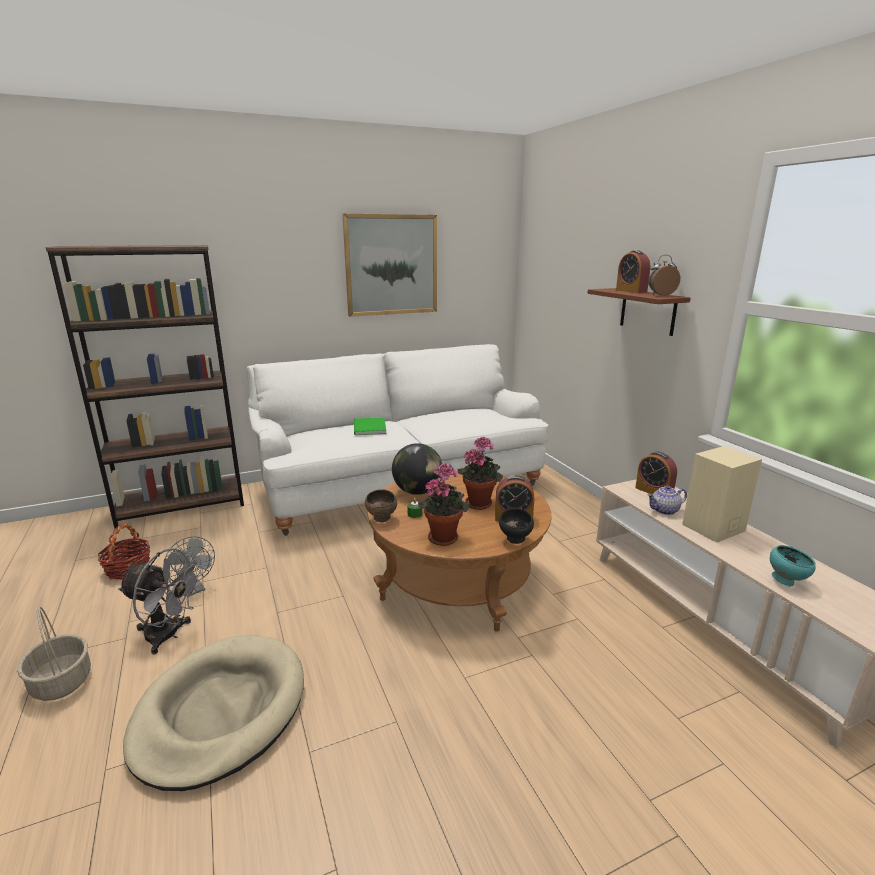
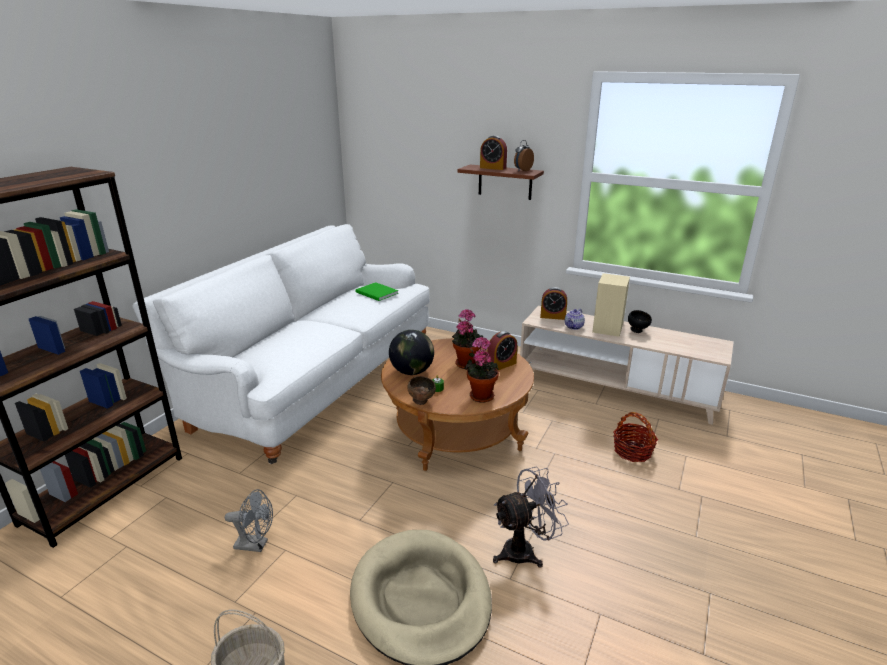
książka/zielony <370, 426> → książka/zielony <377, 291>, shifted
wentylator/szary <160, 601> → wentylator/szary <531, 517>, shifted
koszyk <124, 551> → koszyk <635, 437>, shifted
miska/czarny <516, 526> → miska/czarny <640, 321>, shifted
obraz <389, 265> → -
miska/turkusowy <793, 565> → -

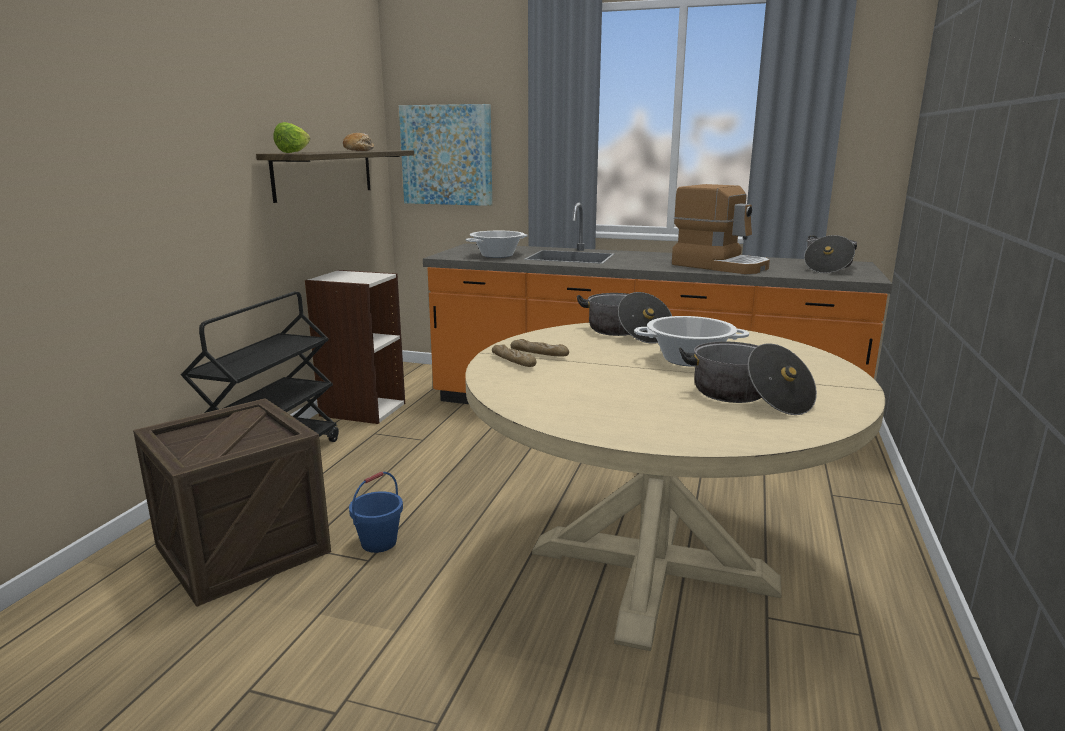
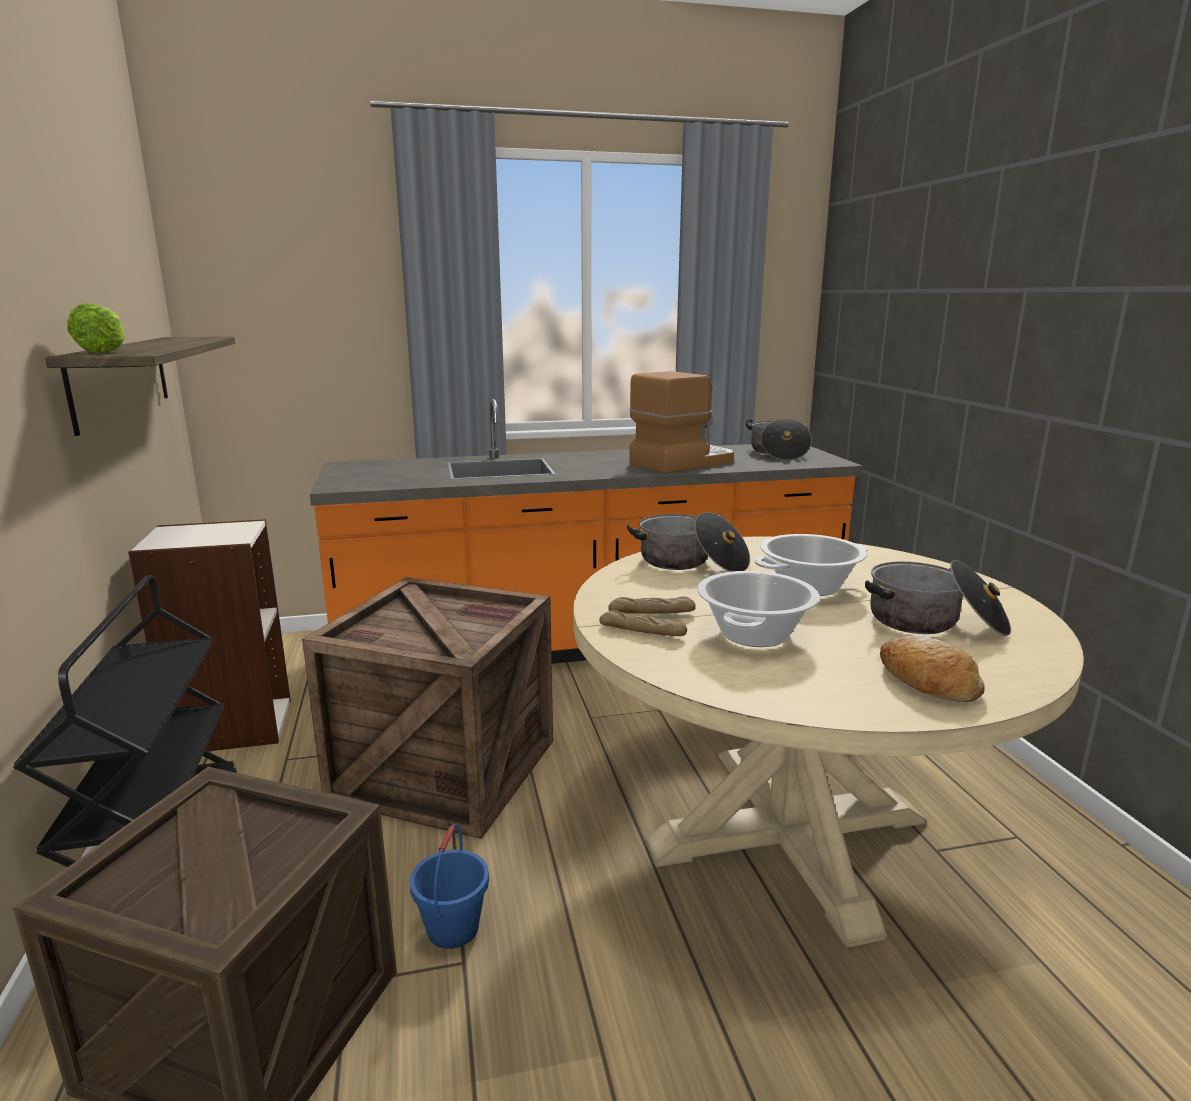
- → skrzynka <427, 708>
ekspres do kawy <721, 229> → ekspres do kawy <681, 422>, 45 degrees counterclockwise
garnek <497, 244> → garnek <758, 609>, shifted
chleb <358, 142> → chleb <932, 669>, shifted
obraz <445, 155> → -

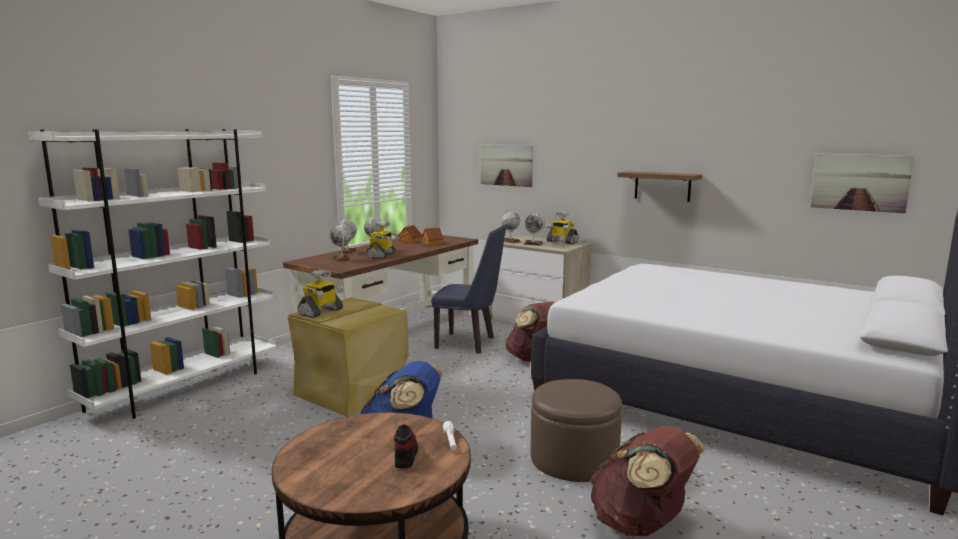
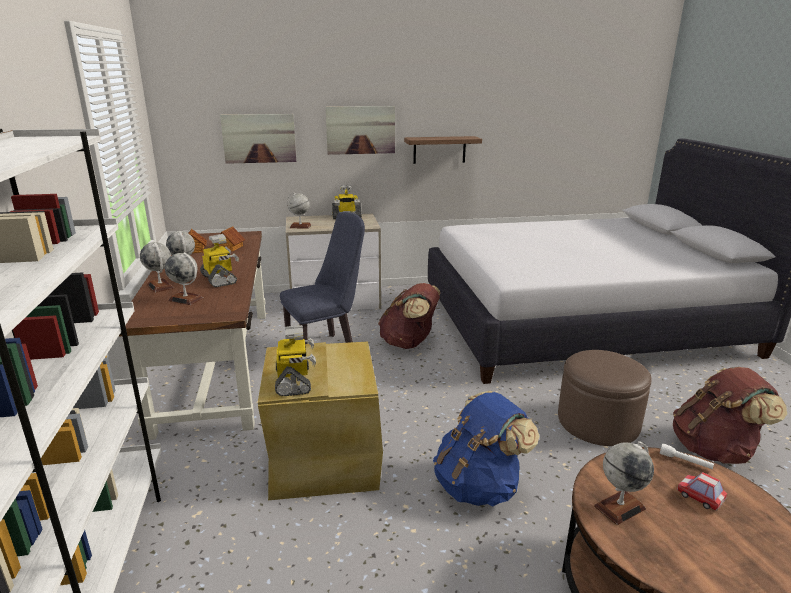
obraz <862, 183> → obraz <360, 130>, shifted
globus <534, 229> → globus <624, 483>, shifted
but <406, 446> → samochodzik <702, 491>

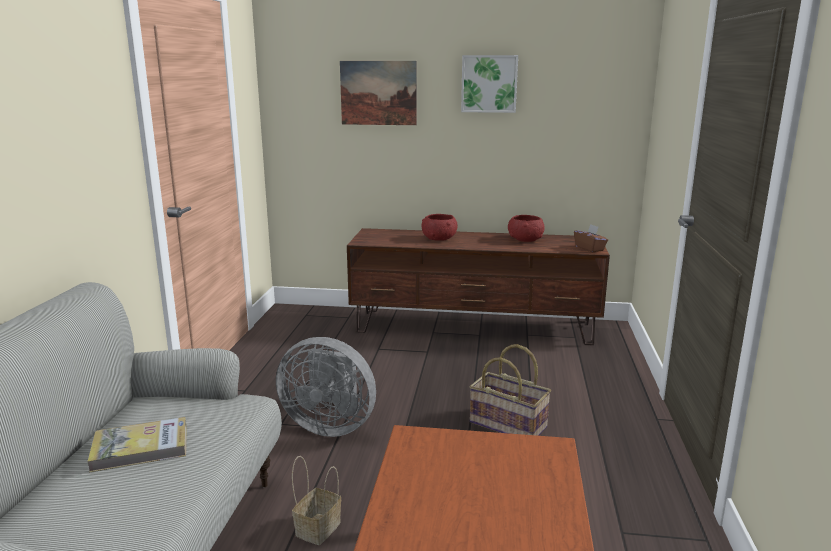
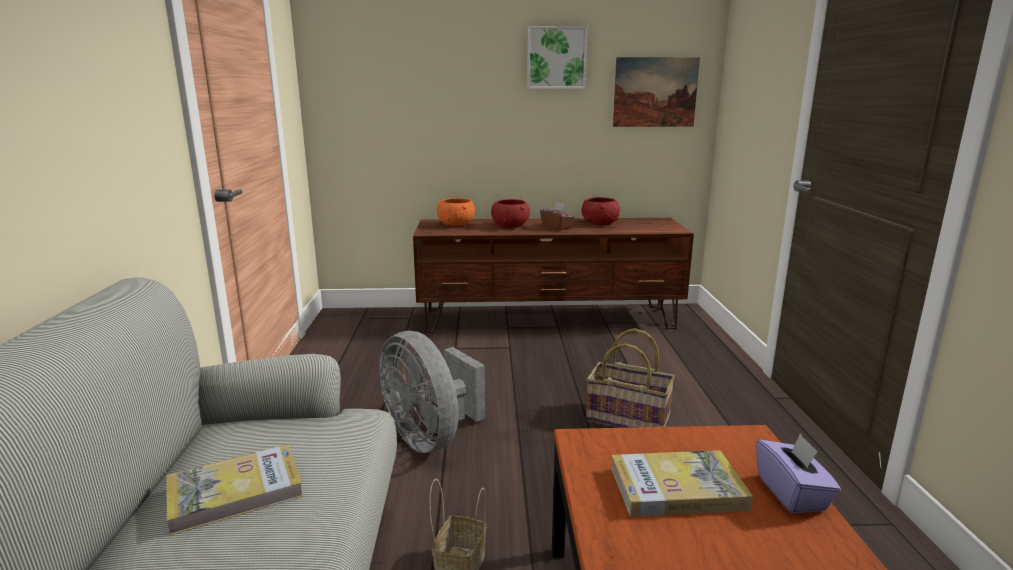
wentylator/szary <326, 387> → wentylator/szary <432, 392>, 45 degrees clockwise
- → miska/pomarańczowy <456, 212>
pudełko chusteczek/brązowy <591, 238> → pudełko chusteczek/brązowy <557, 216>, shifted
- → książka <682, 483>
obraz <378, 93> → obraz <656, 92>, shifted
- → pudełko chusteczek/fioletowy <798, 473>

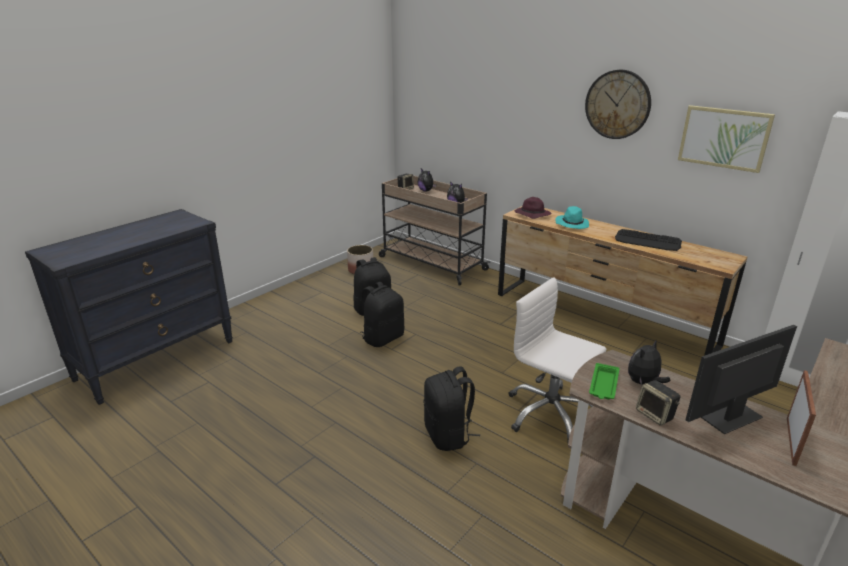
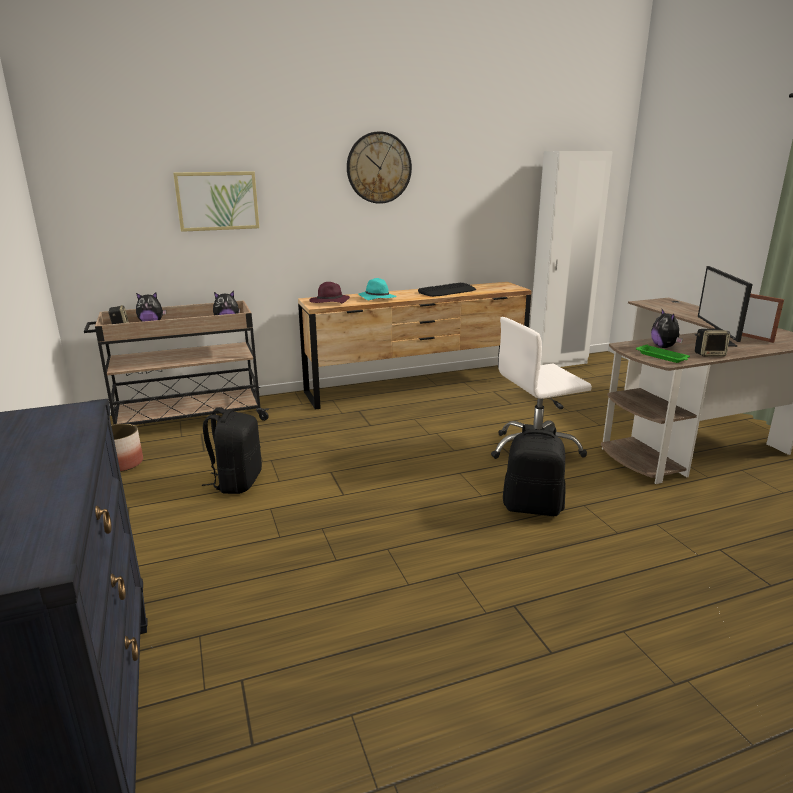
obraz <726, 139> → obraz <216, 201>, shifted
plecak/czarny <382, 314> → -

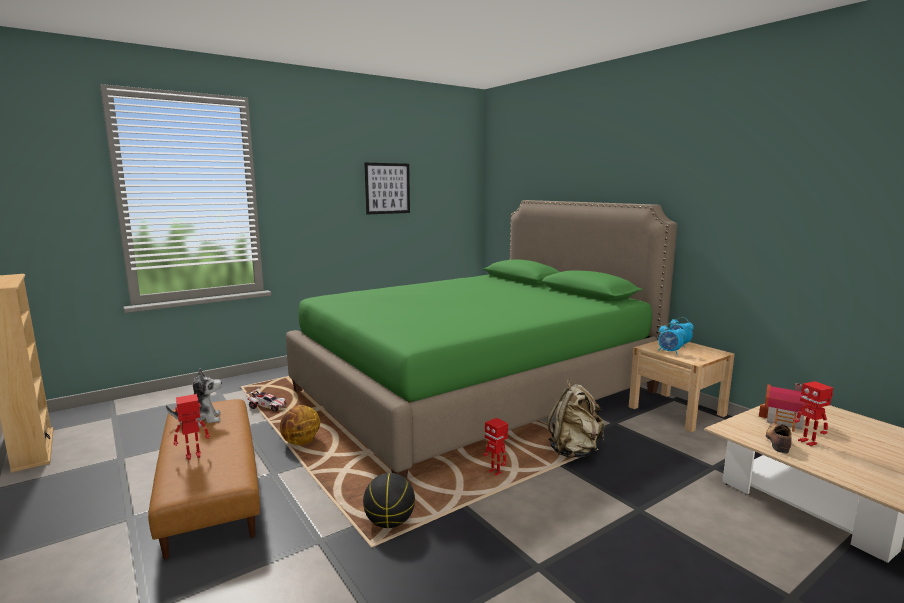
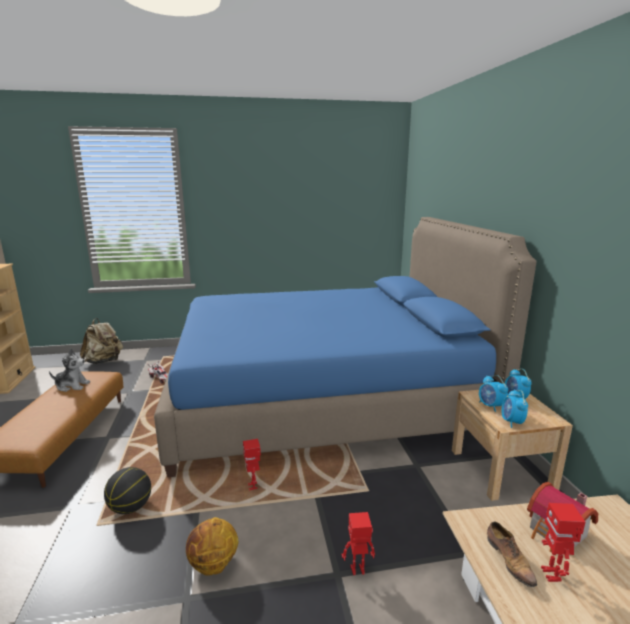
plecak/beżowy <576, 418> → plecak/beżowy <101, 341>, shifted
łóżko/zielony <481, 339> → łóżko/niebieski <345, 347>
piłka do koszykówki <300, 425> → piłka do koszykówki <212, 546>, shifted
robot zabawkowy <191, 427> → robot zabawkowy <358, 543>, shifted
but <779, 438> → but <512, 554>, 120 degrees clockwise
- → budzik <514, 408>
obraz <387, 189> → -

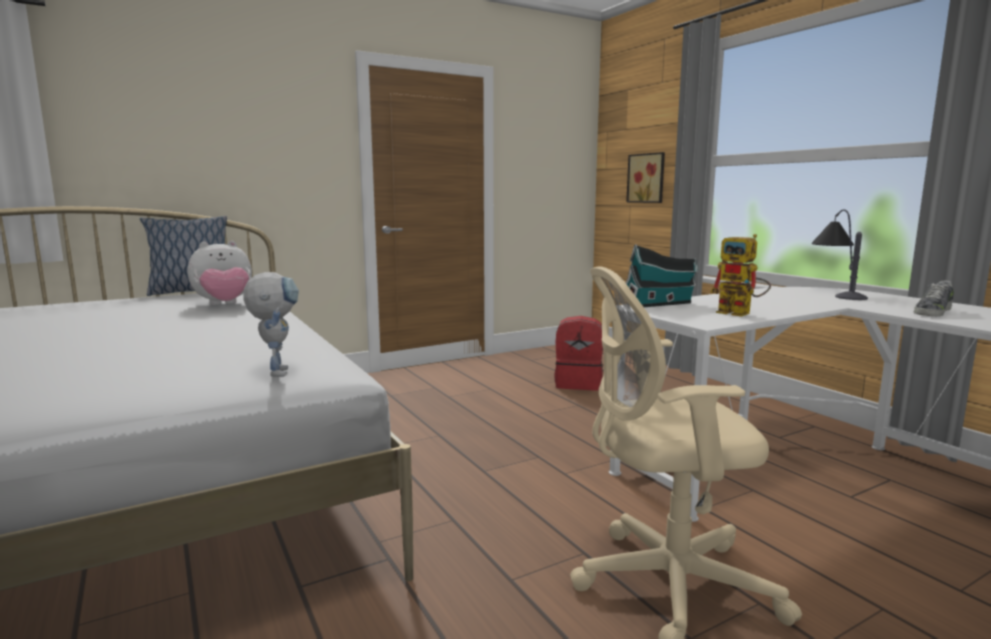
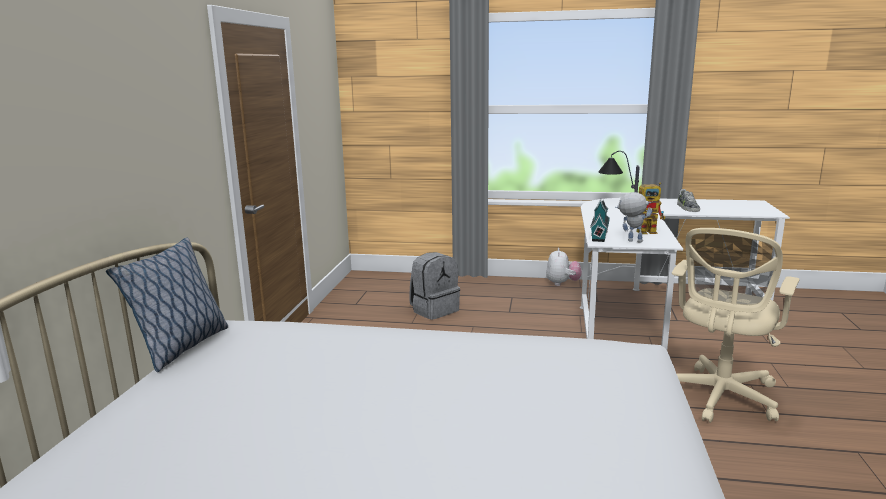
plecak/czerwony <578, 353> → plecak/szary <434, 286>
pluszak <220, 273> → pluszak <564, 267>, shifted
robot zabawkowy <271, 324> → robot zabawkowy <633, 217>, shifted
obraz <645, 177> → -

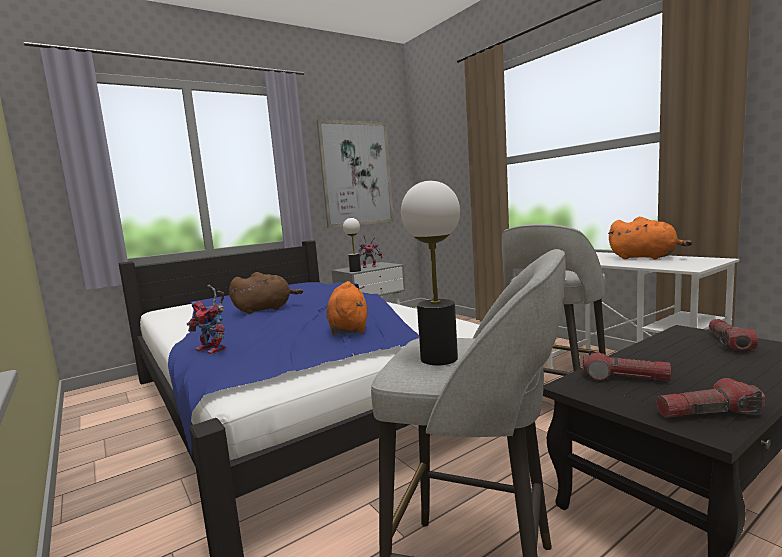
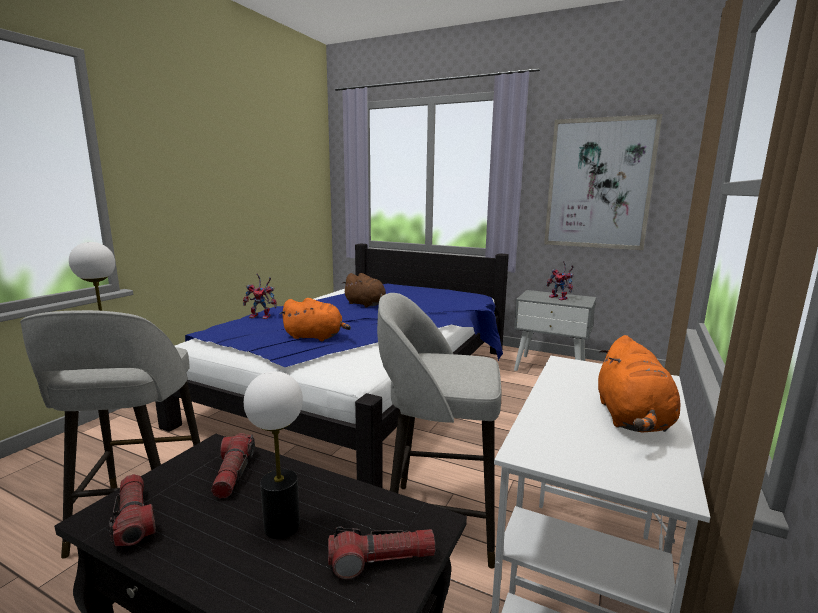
robot zabawkowy <206, 319> → robot zabawkowy <260, 296>, 90 degrees counterclockwise
lampa stołowa <352, 245> → lampa stołowa <273, 455>, shifted
pluszak/pomarańczowy <347, 308> → pluszak/pomarańczowy <315, 319>, 45 degrees clockwise

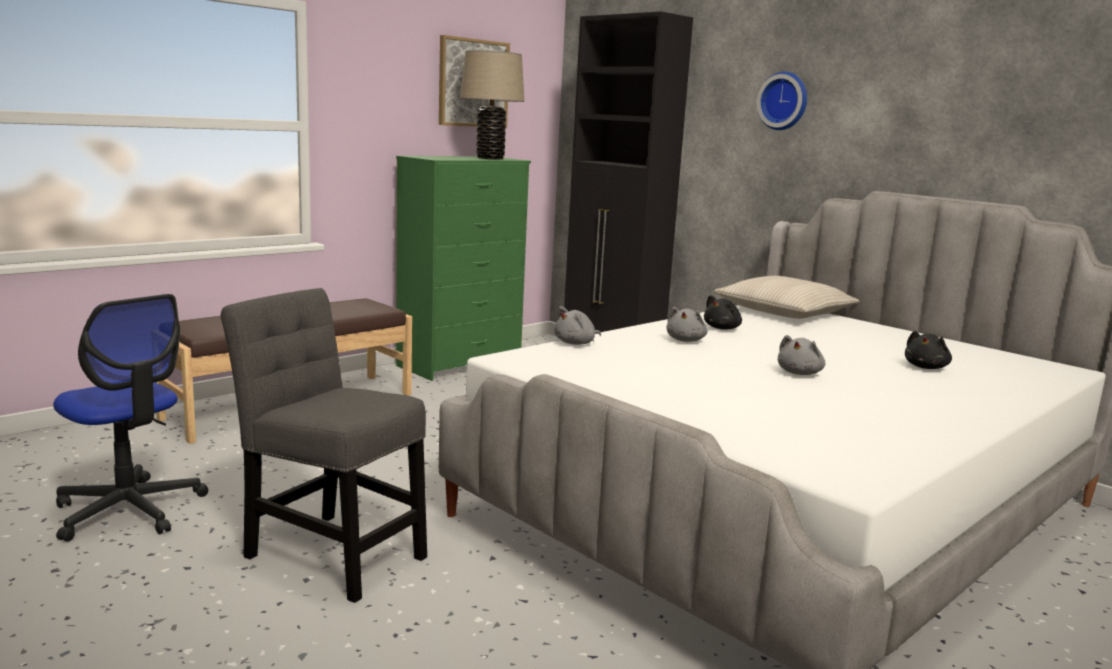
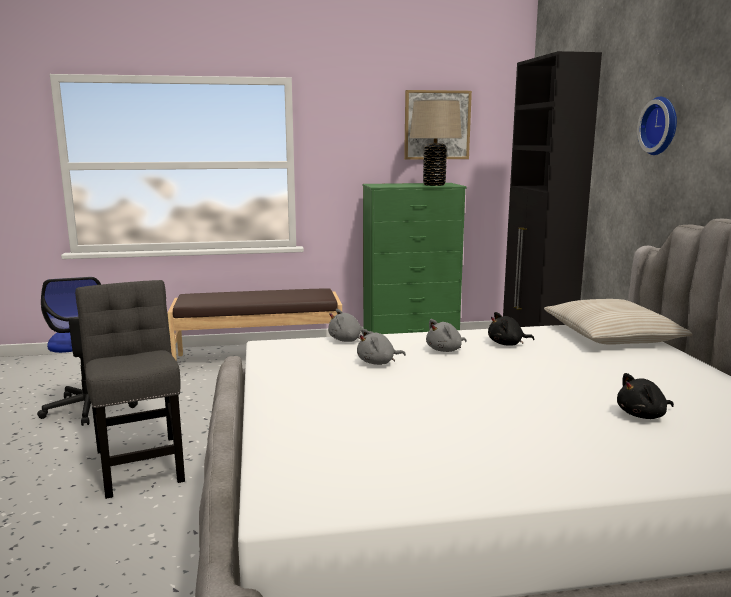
pluszak/szary <801, 355> → pluszak/szary <381, 347>, shifted

